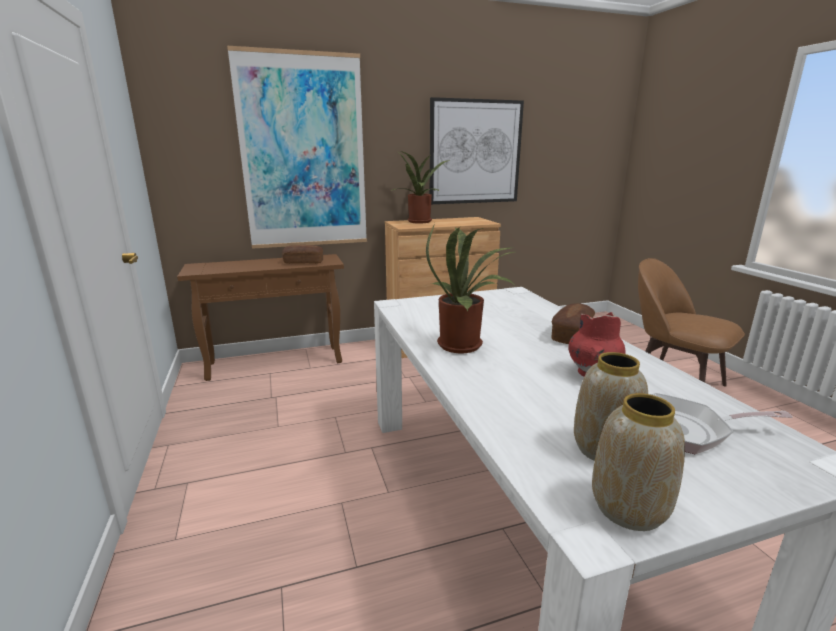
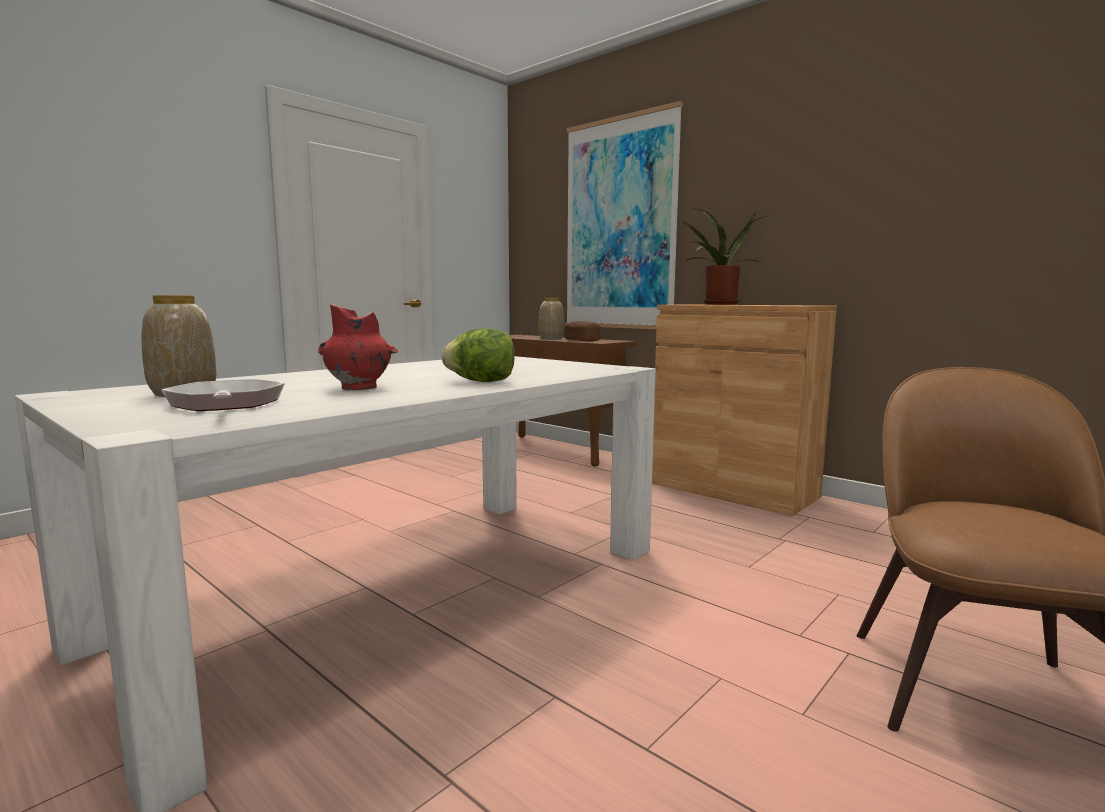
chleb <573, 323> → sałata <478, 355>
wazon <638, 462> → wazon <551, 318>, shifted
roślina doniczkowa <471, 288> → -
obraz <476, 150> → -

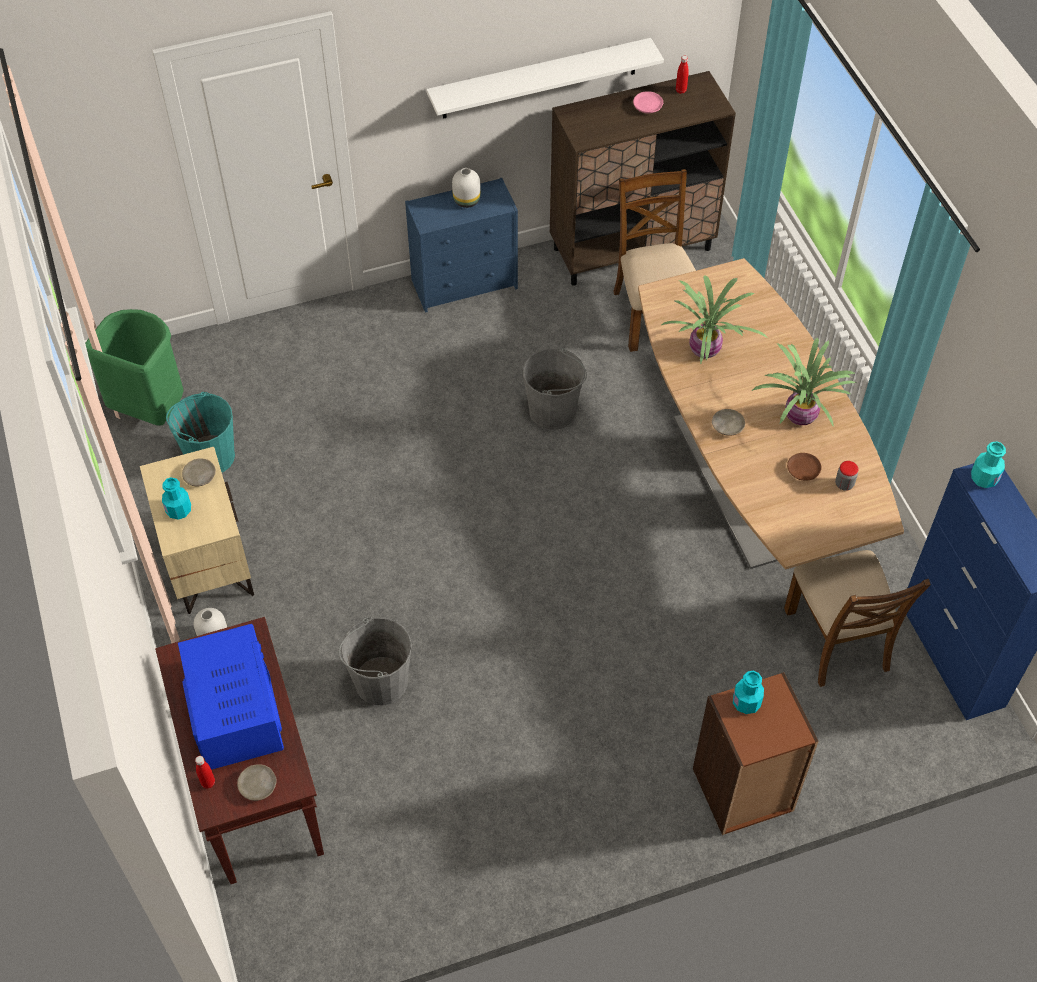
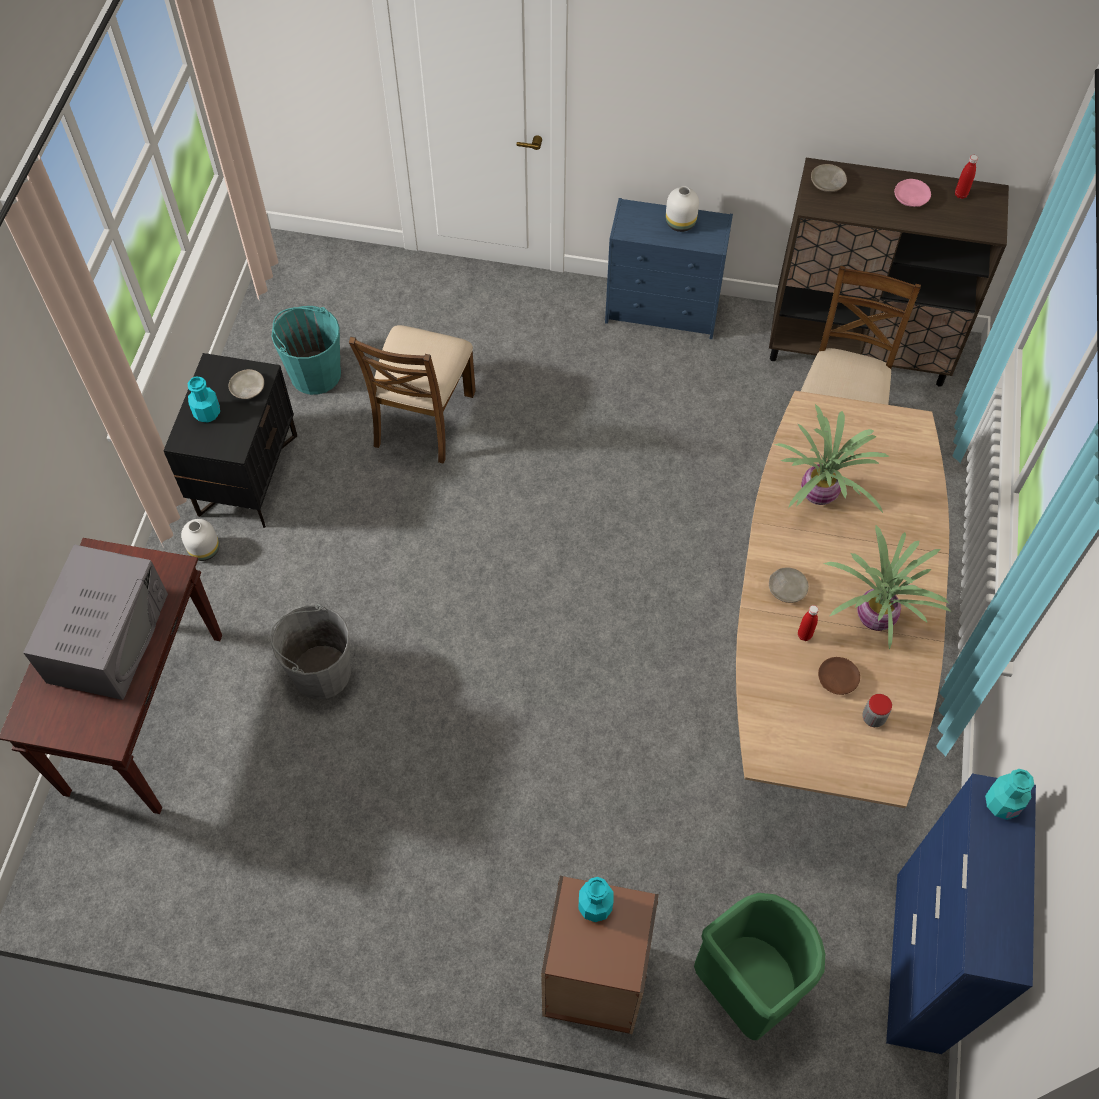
mikrofalówka/niebieski <231, 697> → mikrofalówka/szary <95, 622>
szafka nocna/beżowy <197, 530> → szafka nocna/czarny <230, 440>
krzesło/brązowy <857, 618> → krzesło/brązowy <412, 394>, shifted
kosz na śmieci/zielony <134, 367> → kosz na śmieci/zielony <759, 966>, shifted
butelka/czerwony <205, 772> → butelka/czerwony <808, 623>, shifted
talerz/beżowy <257, 782> → talerz/beżowy <829, 178>, shifted
półka/biały <545, 78> → -
wiadro/szary <555, 388> → -

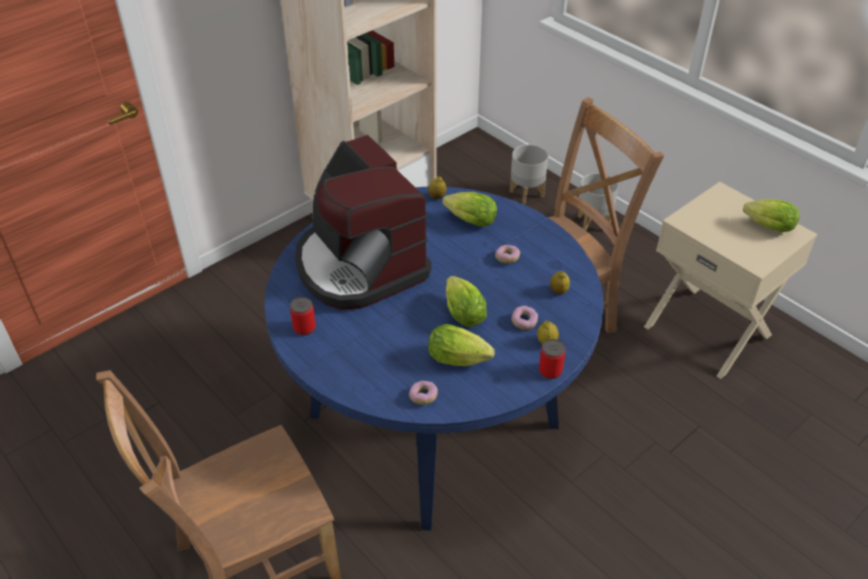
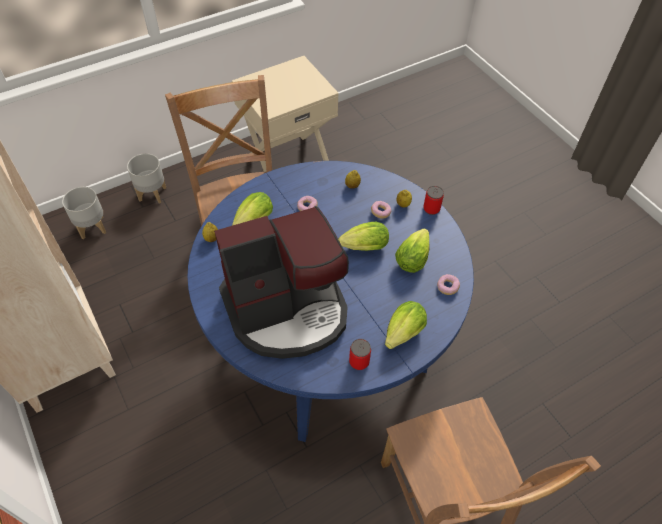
sałata <771, 215> → sałata <406, 325>, shifted

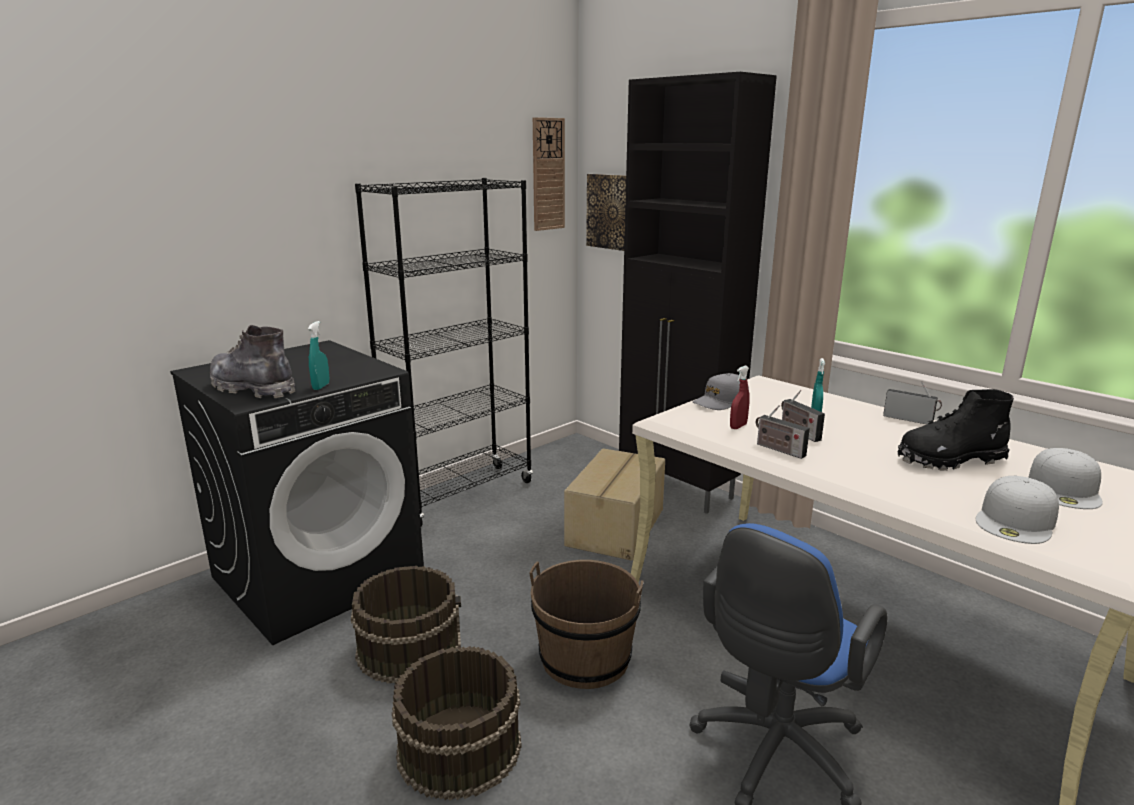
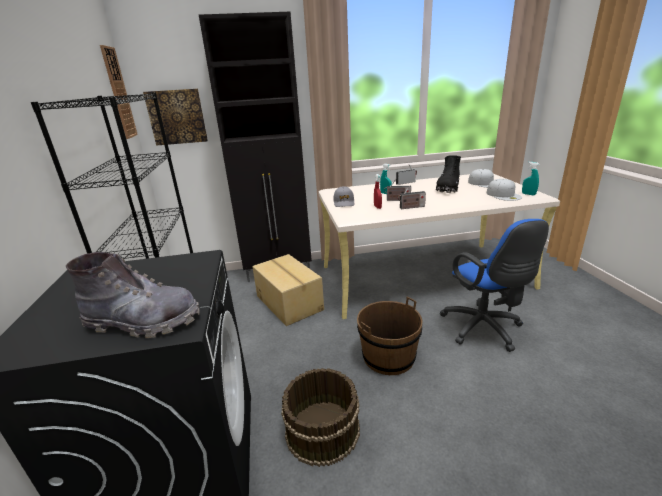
but z cholewką/szary <252, 361> → but z cholewką/szary <133, 295>, 150 degrees counterclockwise
spryskiwacz/turkusowy <318, 355> → spryskiwacz/turkusowy <530, 179>, shifted
wiadro/brązowy <457, 723> → -

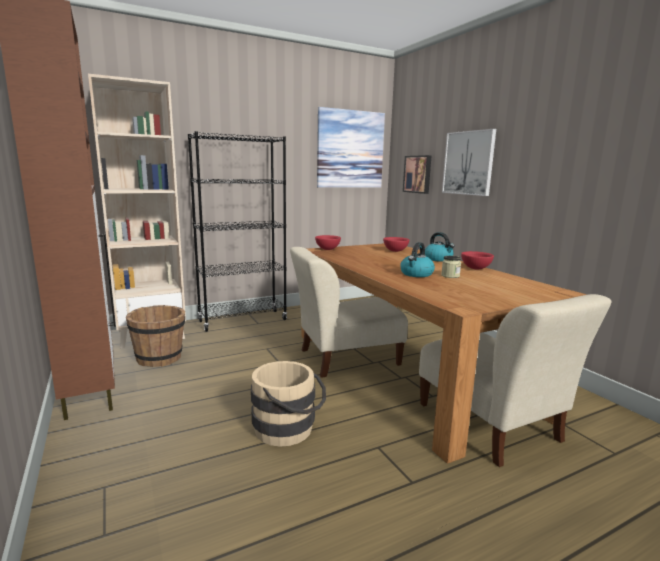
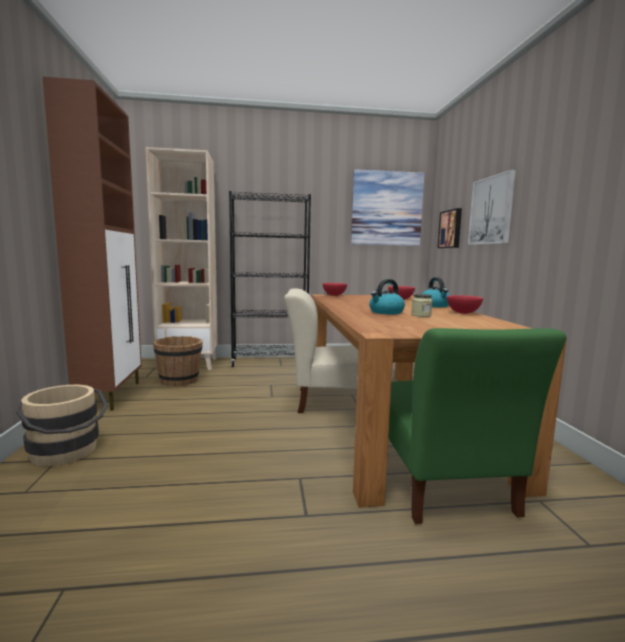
wiadro/beżowy <288, 404> → wiadro/beżowy <62, 425>, shifted
krzesło/beżowy <515, 380> → krzesło/zielony <477, 426>

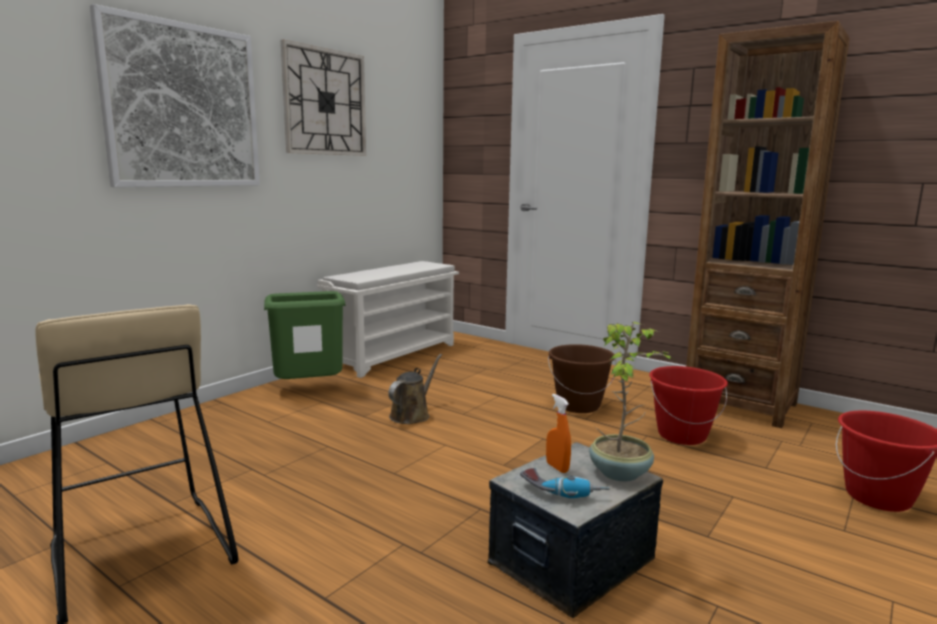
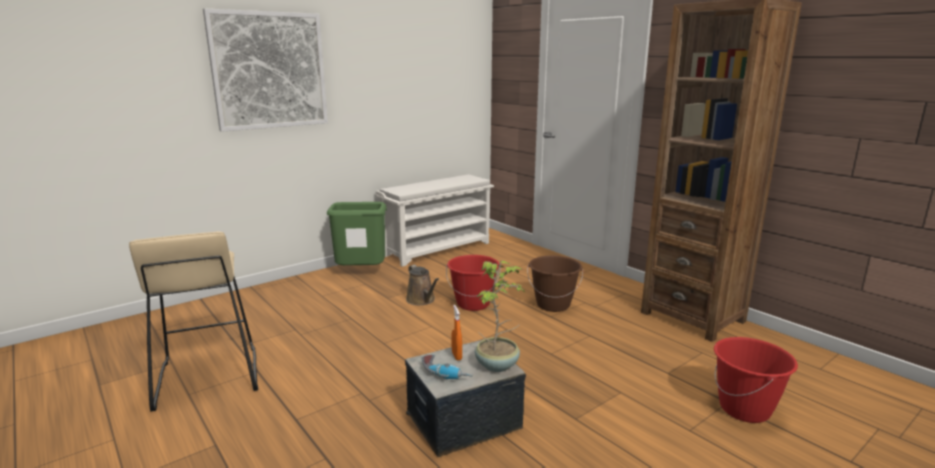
konewka/brązowy <415, 389> → konewka/brązowy <422, 285>, 105 degrees clockwise
wiadro/czerwony <688, 405> → wiadro/czerwony <473, 283>, shifted
zegar ścienny <323, 97> → -

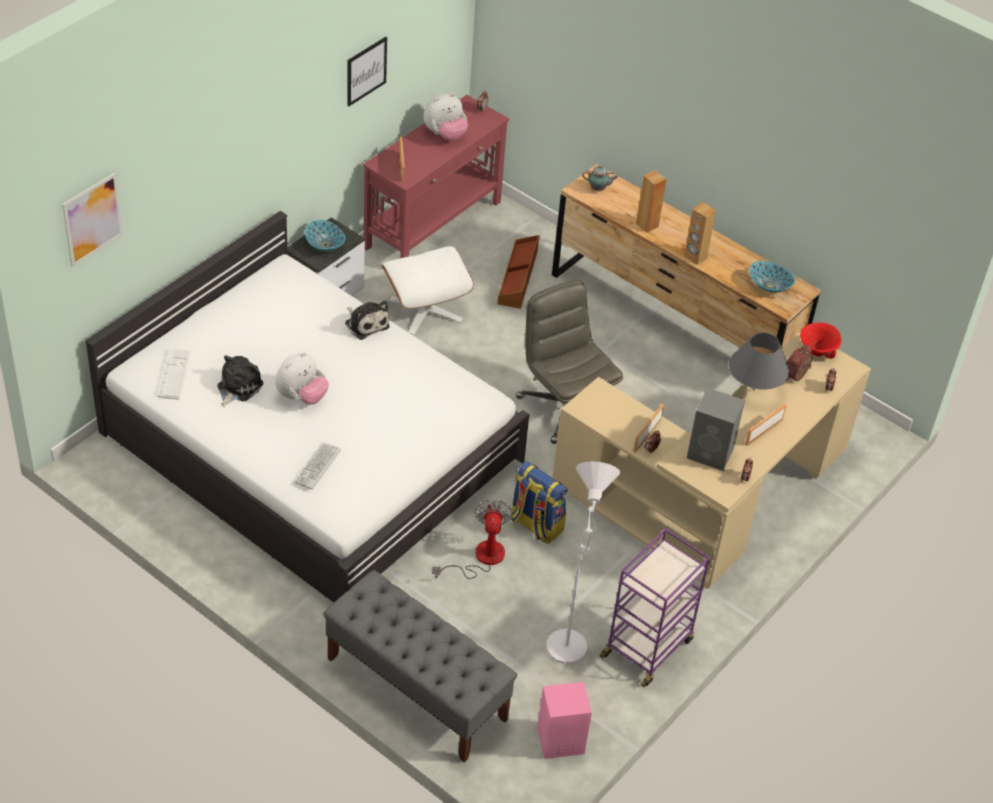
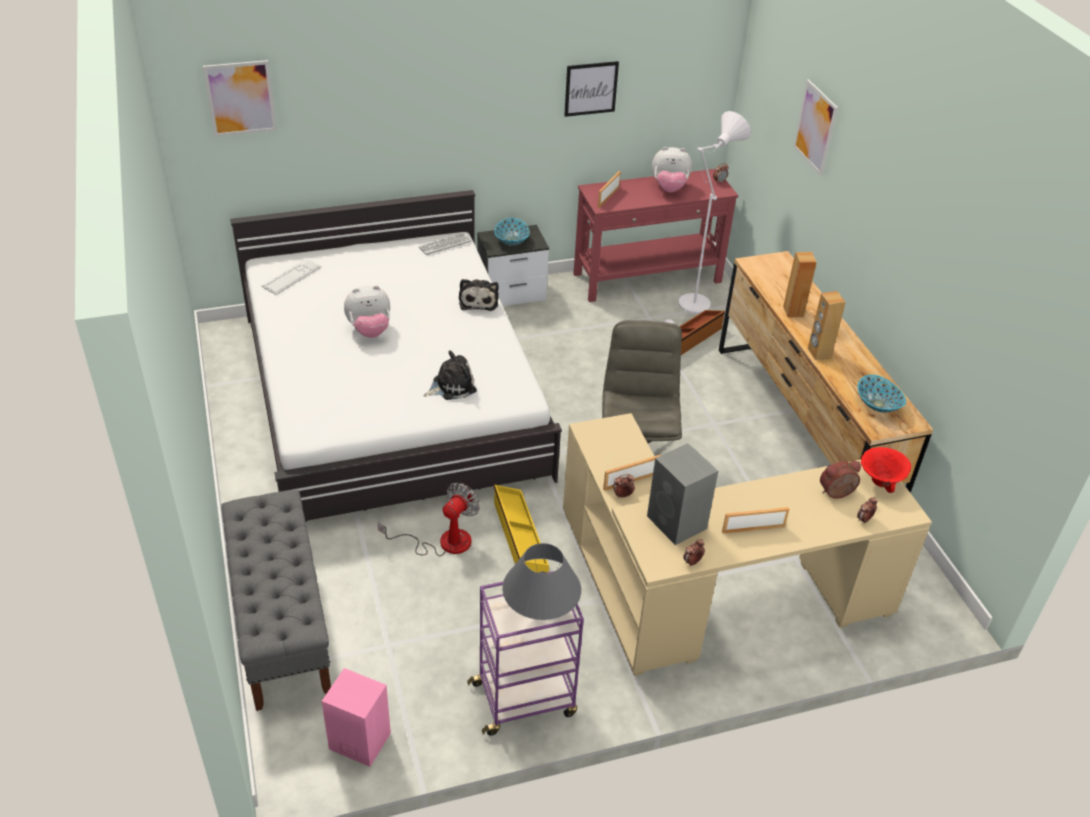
klawiatura <317, 466> → klawiatura <445, 244>, shifted
pluszak <240, 381> → pluszak <450, 375>, shifted
plecak <538, 502> → pojemnik do przechowywania/żółty <521, 529>
lampa stołowa/szary <759, 361> → lampa stołowa/szary <541, 581>, shifted
lampa stojąca/biały <583, 572> → lampa stojąca/biały <707, 218>, shifted
- → obraz <815, 127>
pufa/biały <428, 290> → -
imbryk <600, 178> → -

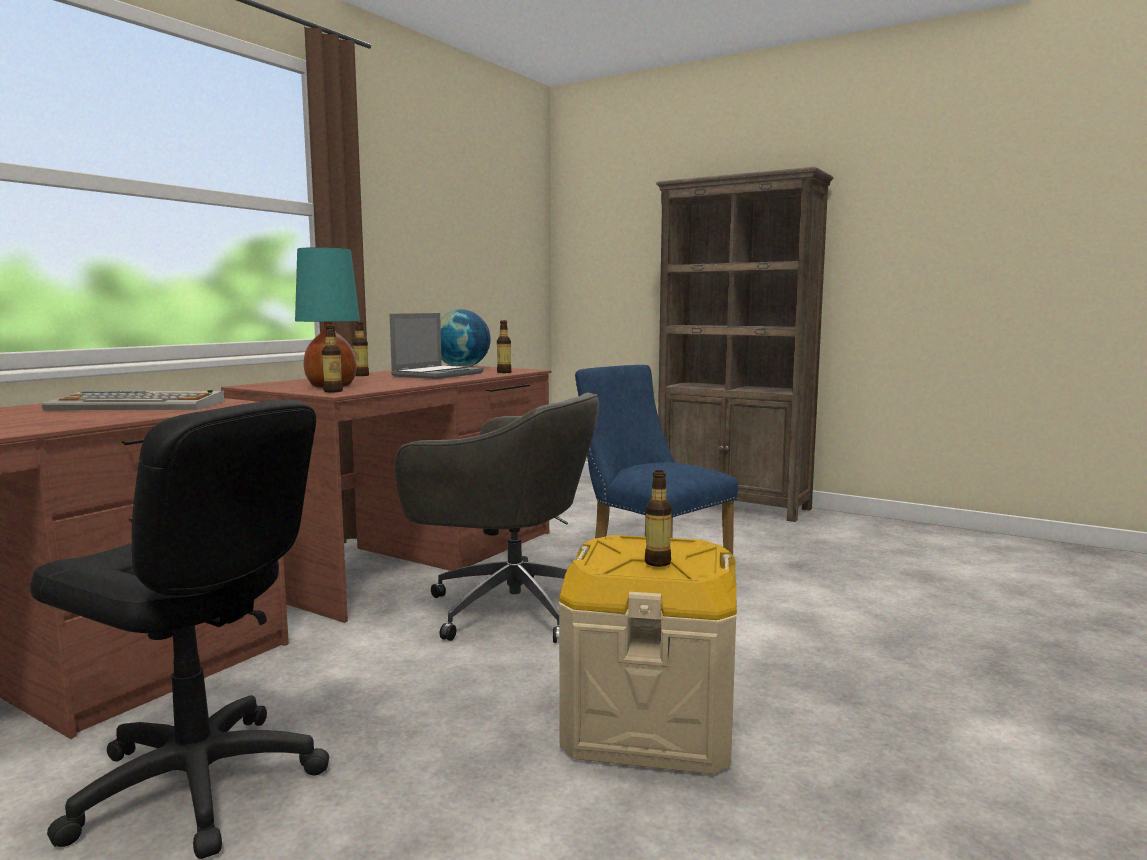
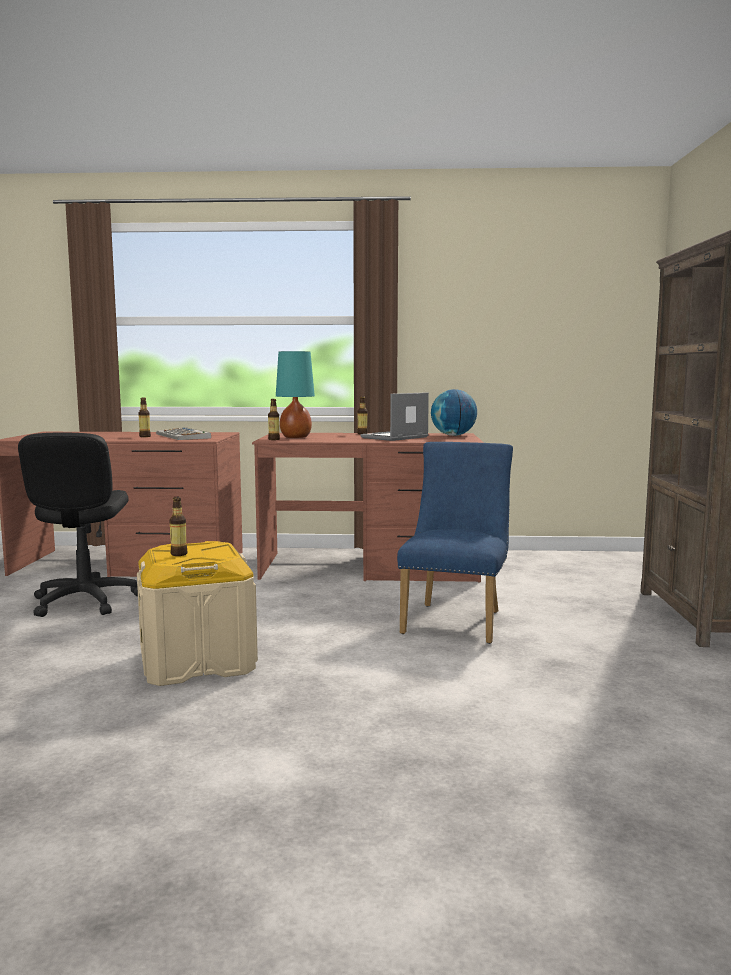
butelka <504, 346> → butelka <144, 417>, shifted
laptop <437, 346> → laptop <395, 416>, 135 degrees clockwise
krzesło biurowe/szary <497, 517> → -

